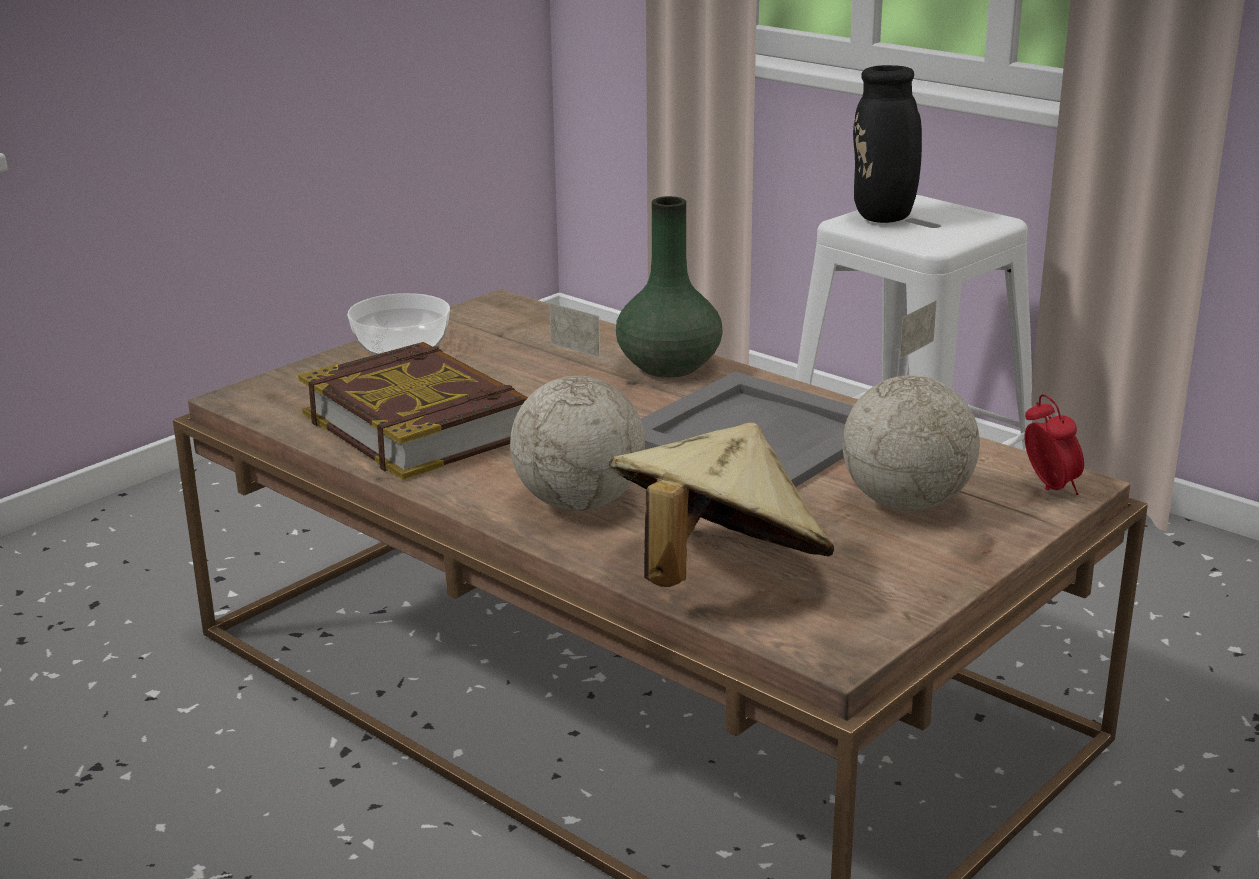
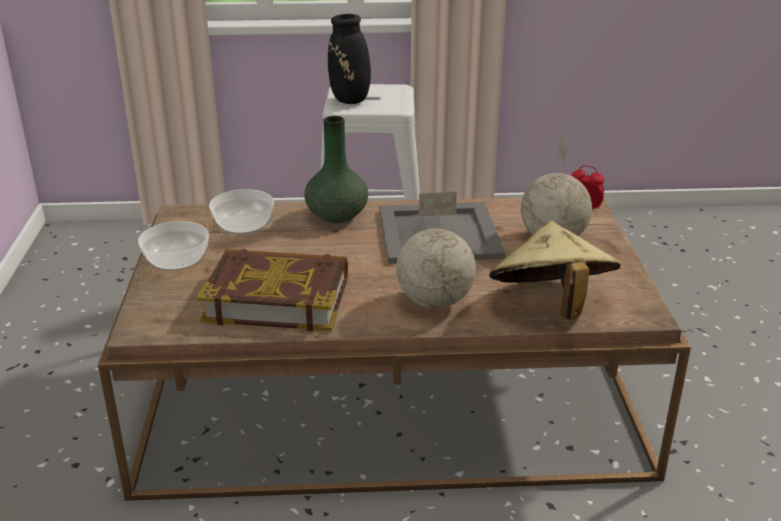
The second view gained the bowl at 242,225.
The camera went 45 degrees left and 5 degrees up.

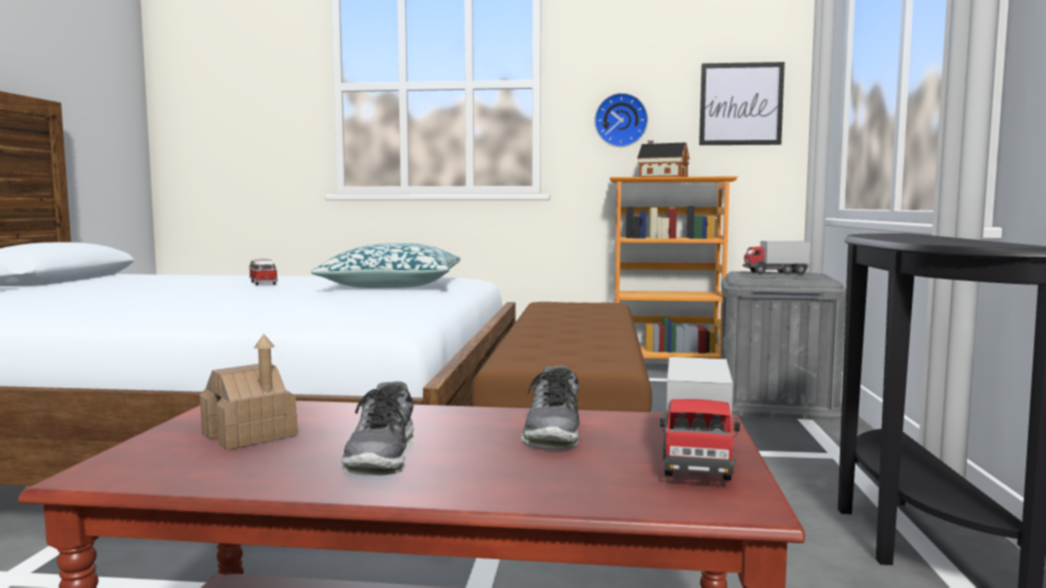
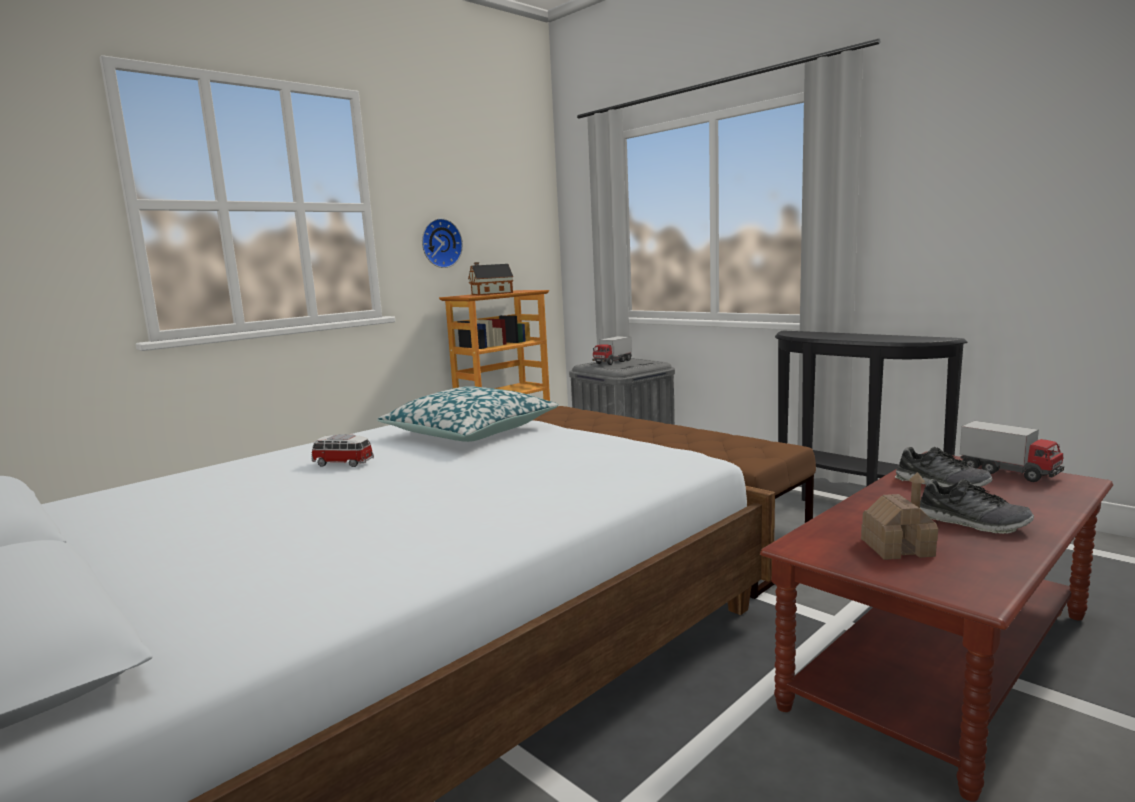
The second view lost the picture at 741,104.
The camera went 50 degrees left and 5 degrees up.

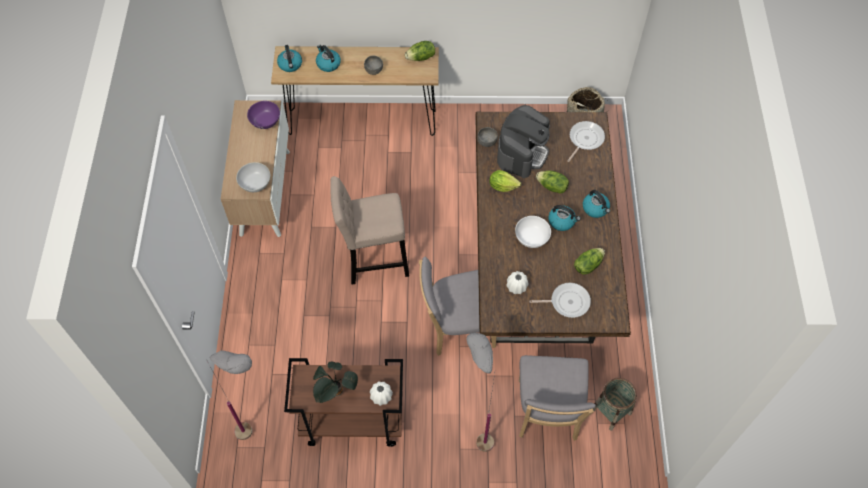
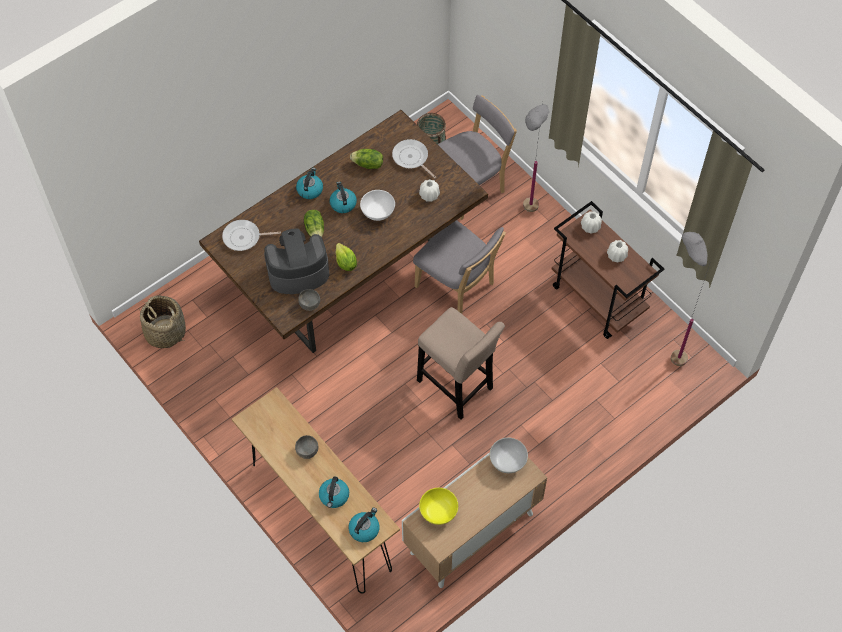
The second view lost the lettuce at 421,57.
What was the purple bowl at 265,122 turned into the yellow bowl at 438,512.
Where the potted plant stood at 335,392, the white vase came to stand at 616,256.
The camera went 130 degrees left and 0 degrees up.

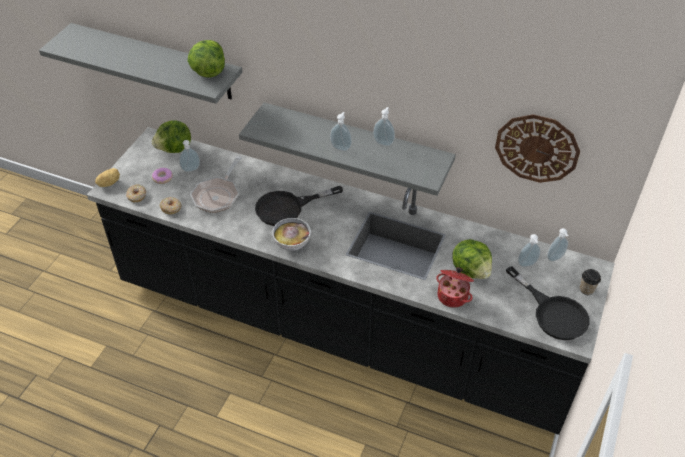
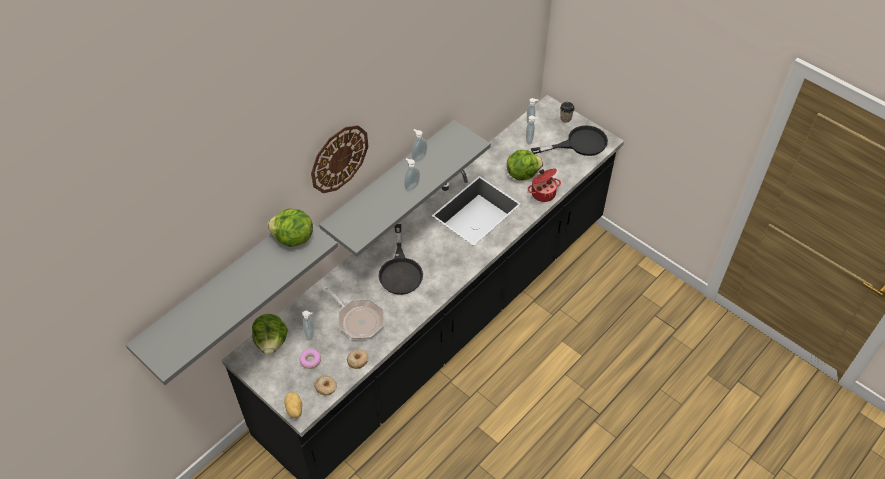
The wall clock ended up elsewhere, having gone from 537,148 to 339,158.
The second view lost the bowl at 292,244.
The camera went 70 degrees left and 5 degrees up.

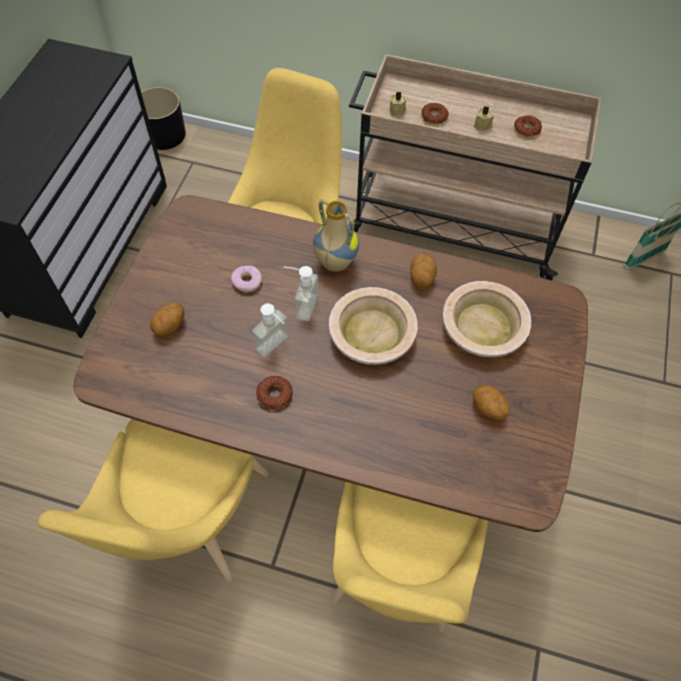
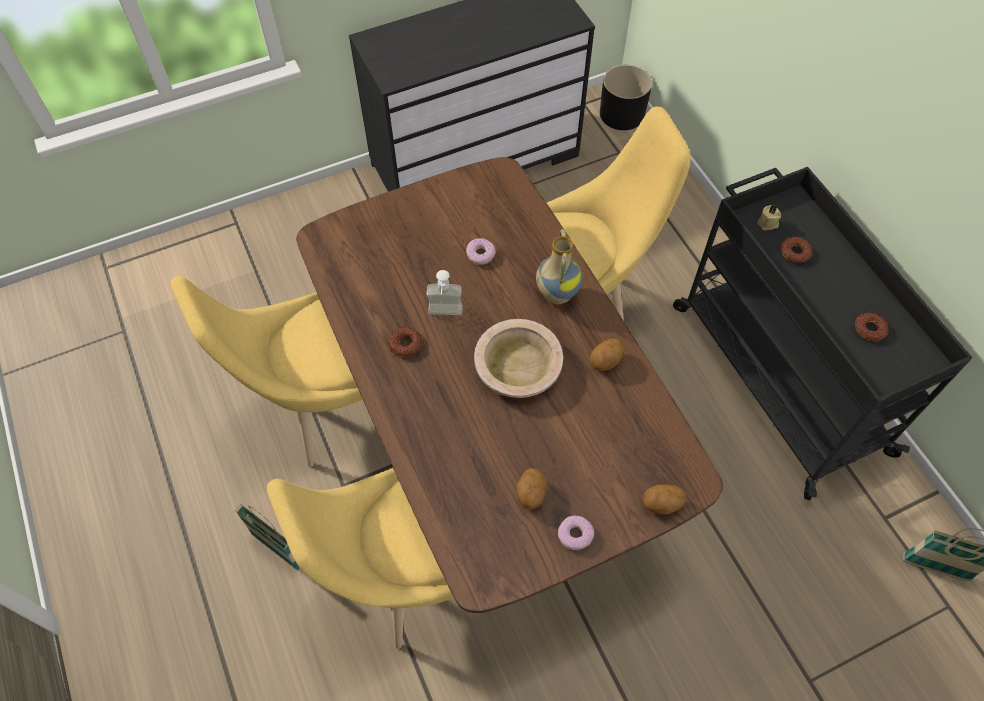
What was the beige cart at 451,225 turned into the black cart at 777,376.
The second view lost the beige candle at 483,125.
The second view lost the soap dispenser at 300,305.
The second view lost the beige bowl at 483,327.
The potato ended up elsewhere, having gone from 170,326 to 661,505.
The second view gained the basket at 278,550.
The second view gained the donut at 575,534.
The camera went 50 degrees right and 0 degrees up.

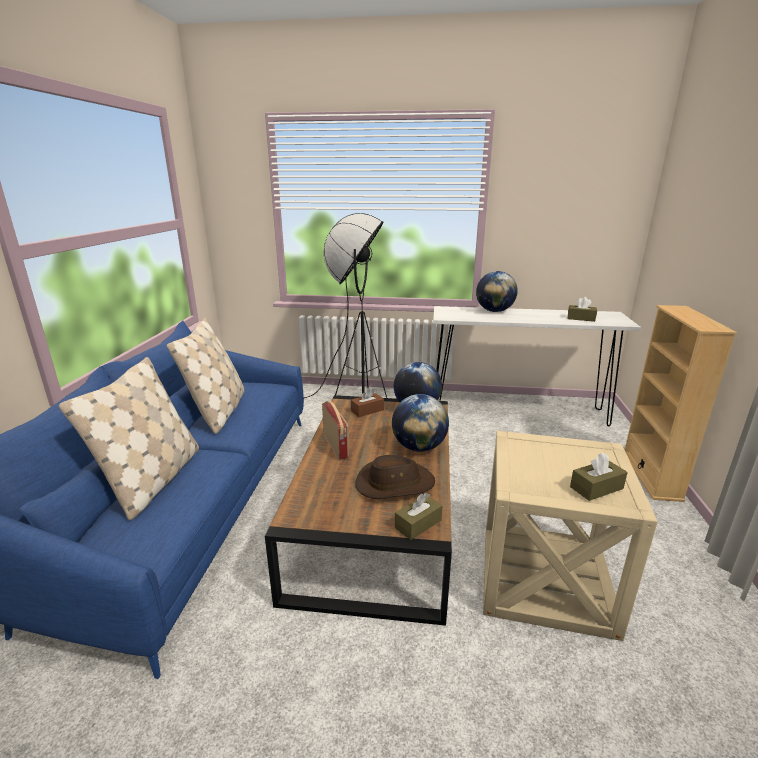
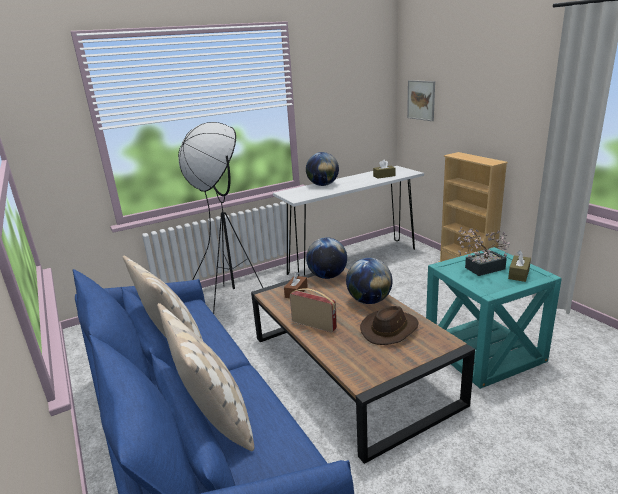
What was the beige side table at 545,578 turned into the turquoise side table at 484,352.
The second view lost the brown tissue box at 418,524.
The second view gained the picture at 421,100.
The second view gained the potted plant at 480,269.
The camera went 35 degrees left and 0 degrees up.

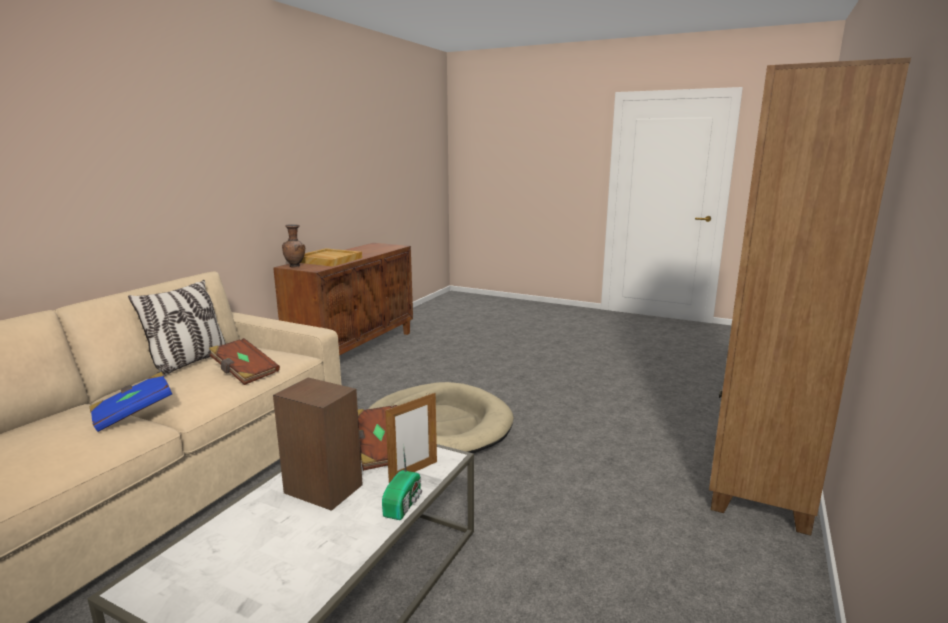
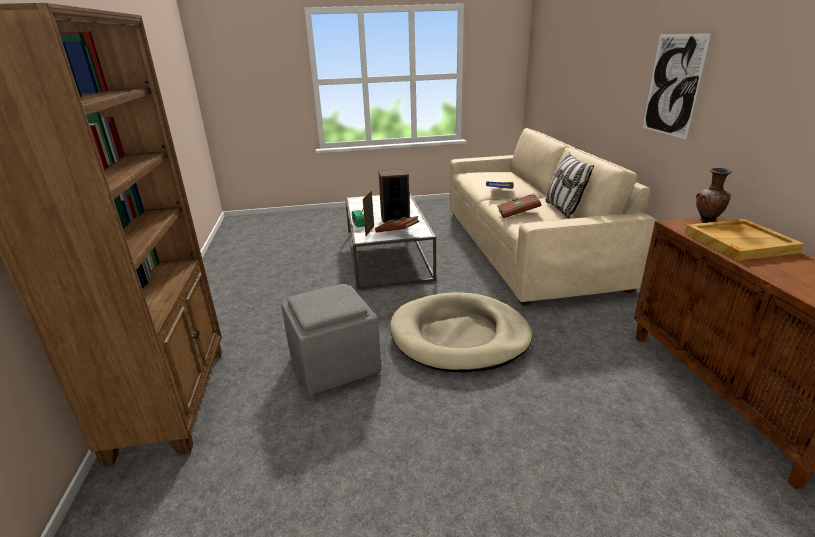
The second view gained the picture at 673,85.
The second view gained the grey ottoman at 333,364.
The camera went 145 degrees right and 10 degrees up.

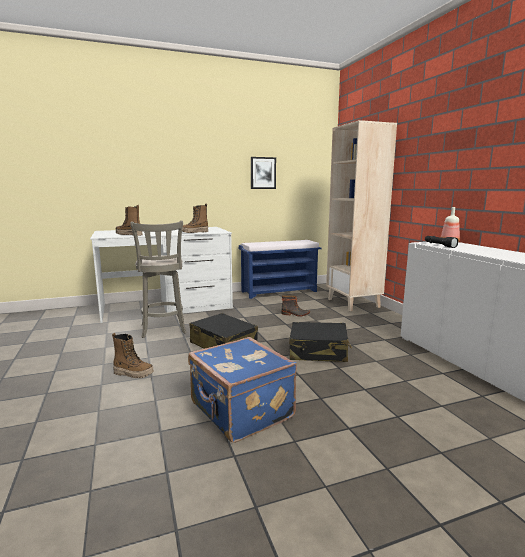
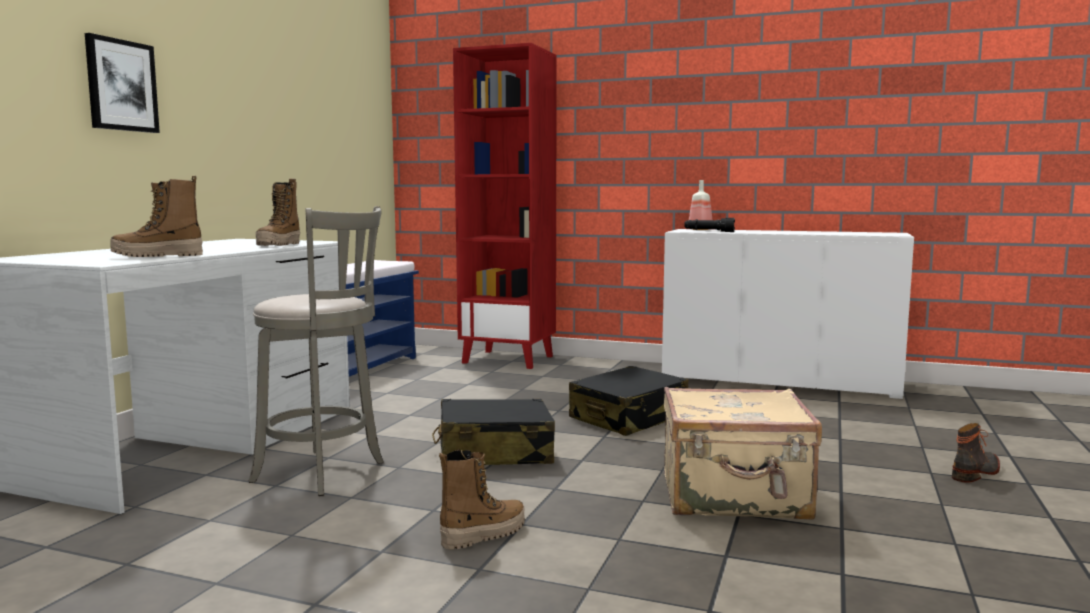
What was the beige bookcase at 353,303 turned into the red bookcase at 509,359.
The picture ended up elsewhere, having gone from 263,173 to 121,85.
The boot ended up elsewhere, having gone from 295,314 to 976,472.
What was the blue suitcase at 240,411 turned into the beige suitcase at 734,497.
The camera went 50 degrees left and 5 degrees down.

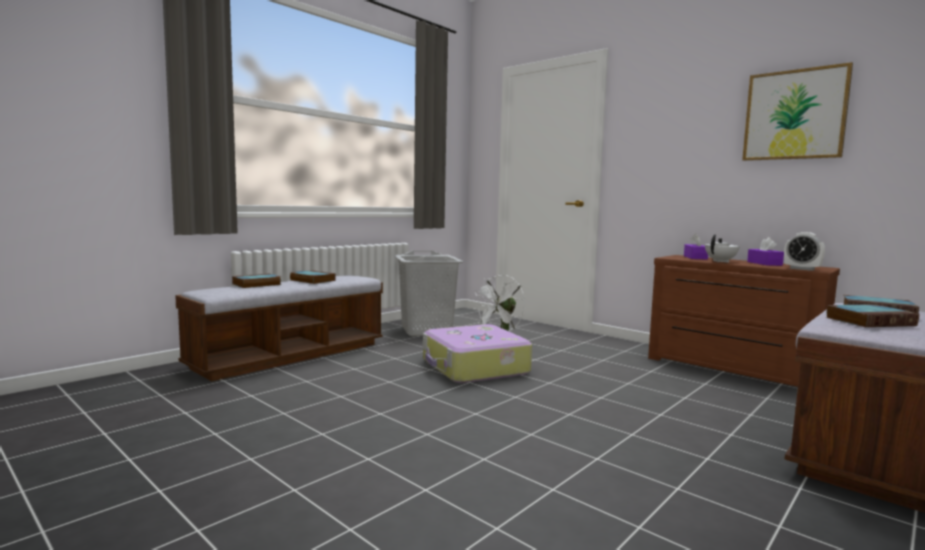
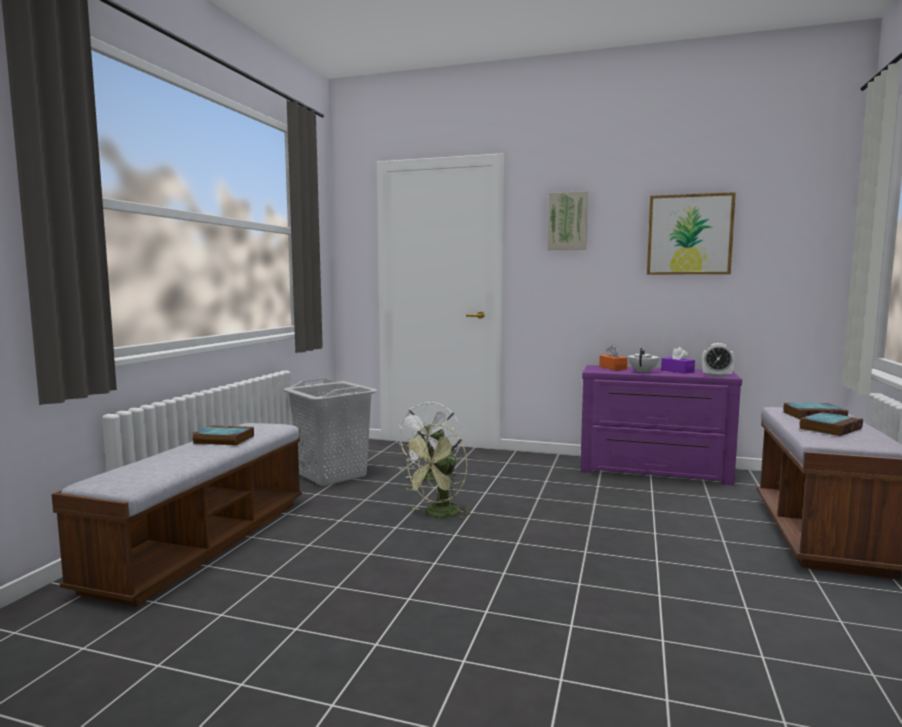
What was the purple tissue box at 695,257 turned into the orange tissue box at 612,368.
What was the brown dresser at 730,369 turned into the purple dresser at 654,471.
The second view lost the book at 256,284.
Where the suitcase stood at 474,367, the green fan came to stand at 438,515.
The second view gained the picture at 567,221.
The camera went 25 degrees left and 0 degrees up.

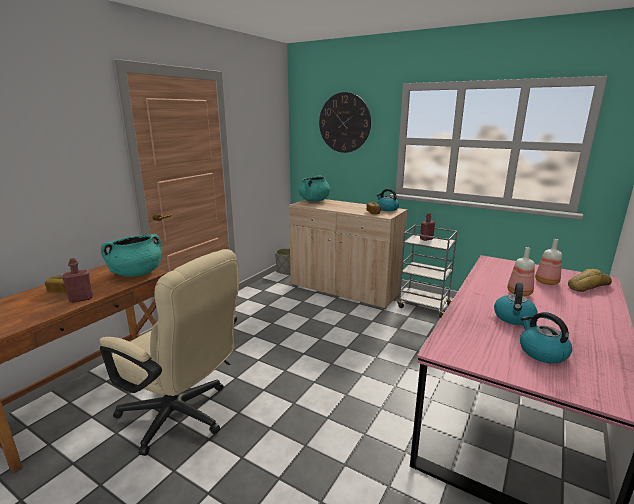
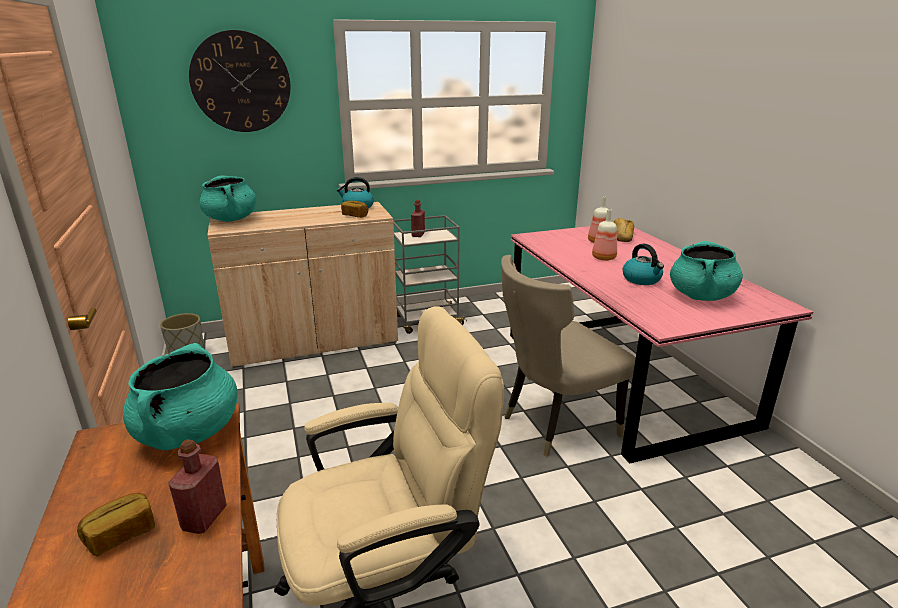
Where the kettle stood at 542,352, the turquoise cooking pot came to stand at 701,296.
The second view gained the beige chair at 555,424.
The camera went 50 degrees left and 5 degrees up.

